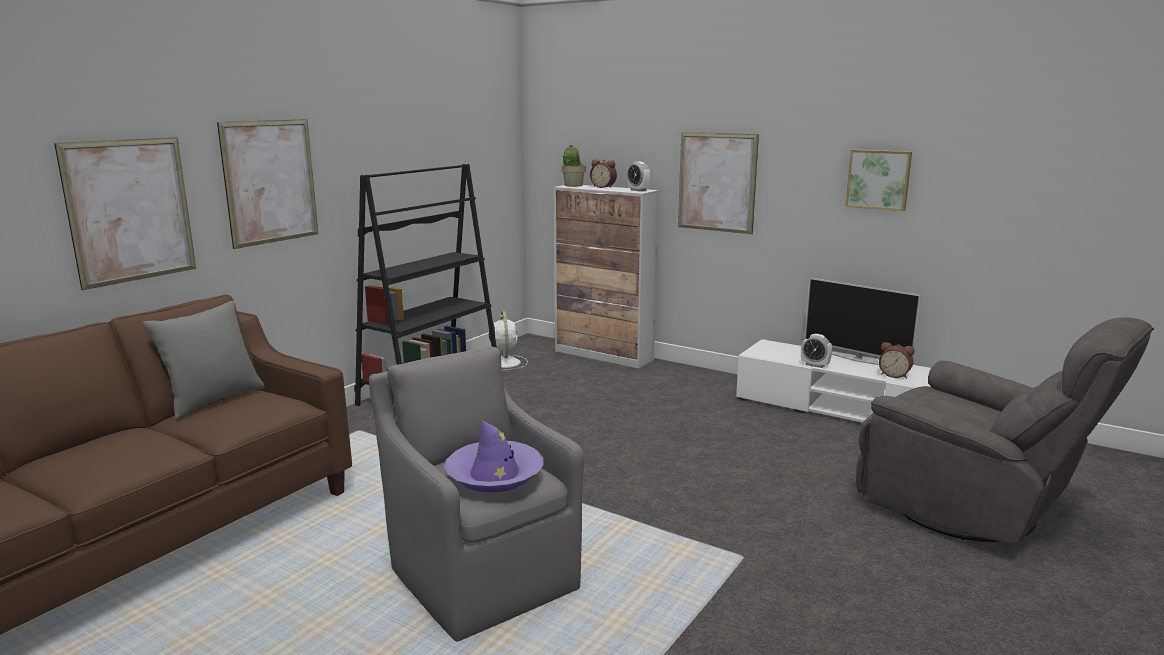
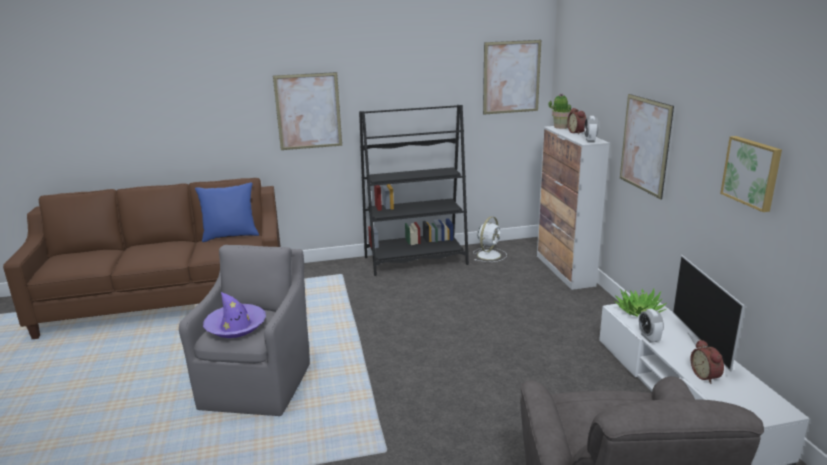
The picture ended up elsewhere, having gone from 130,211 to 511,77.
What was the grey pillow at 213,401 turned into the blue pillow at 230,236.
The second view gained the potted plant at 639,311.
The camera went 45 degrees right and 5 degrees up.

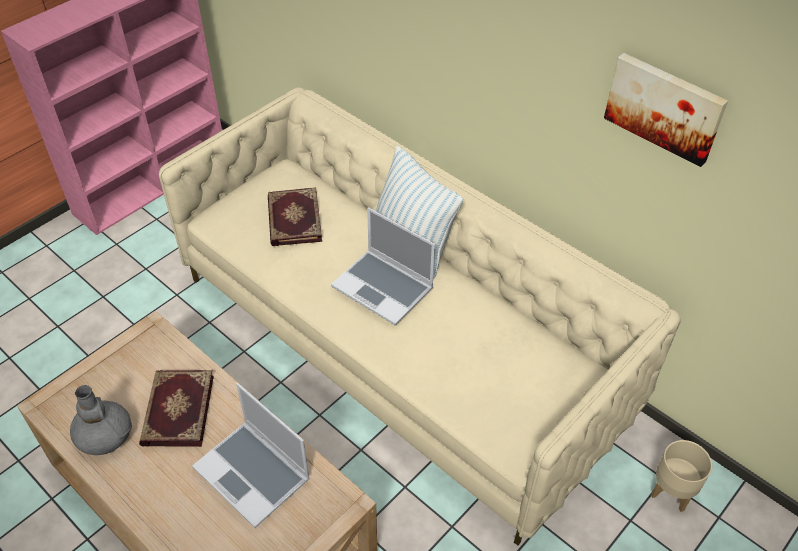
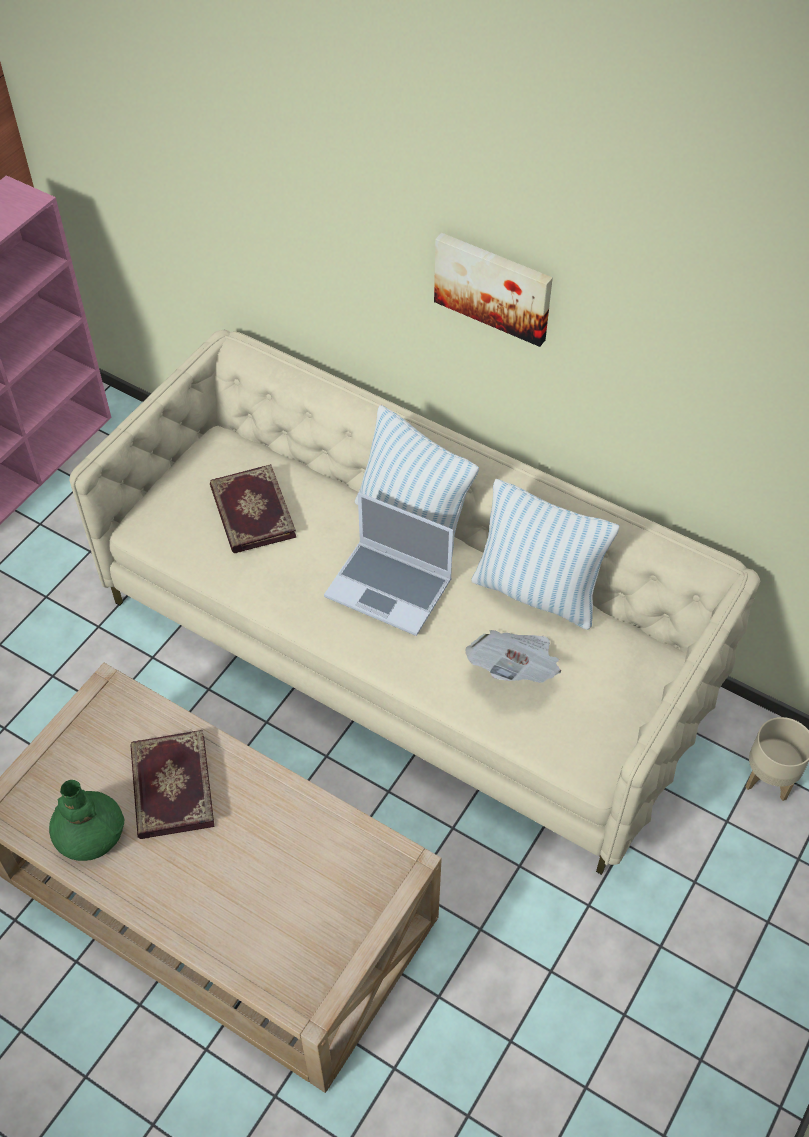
The picture ended up elsewhere, having gone from 665,107 to 494,286.
The second view lost the laptop at 254,474.
What was the grey vase at 104,436 turned into the green vase at 90,834.
The second view gained the pillow at 537,592.
The second view gained the newspaper at 514,669.
The camera went 10 degrees left and 5 degrees up.

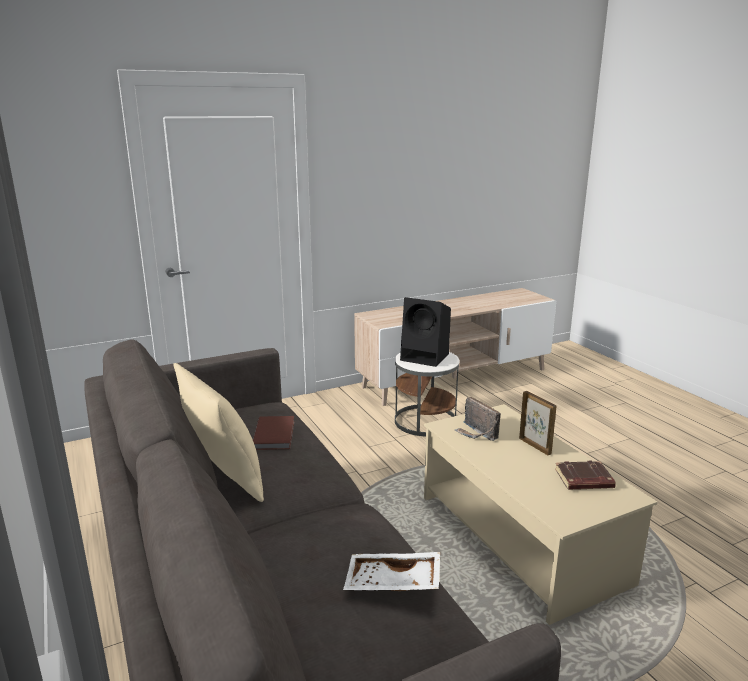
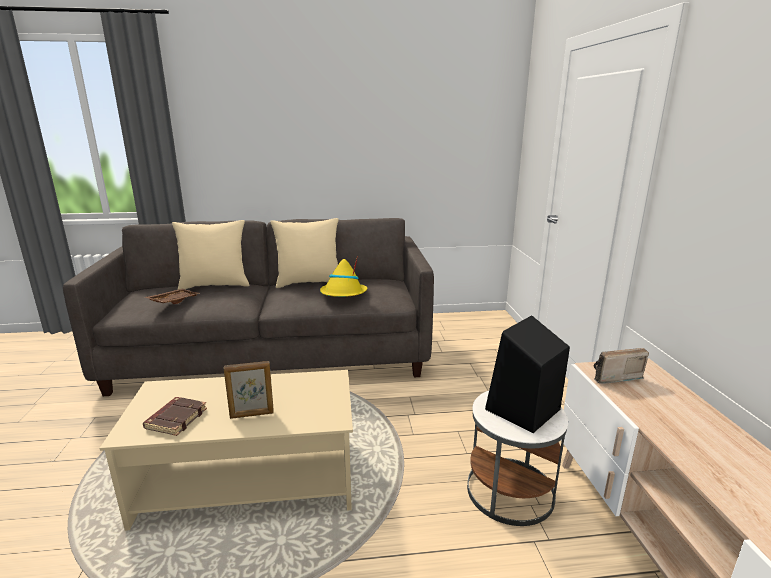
The radio ended up elsewhere, having gone from 476,433 to 612,376.
Where the brown book stood at 275,434, the yellow hat came to stand at 343,294.
What was the white tray at 392,583 turned into the brown tray at 173,301.
The second view gained the beige pillow at 215,285.
The camera went 110 degrees right and 0 degrees up.

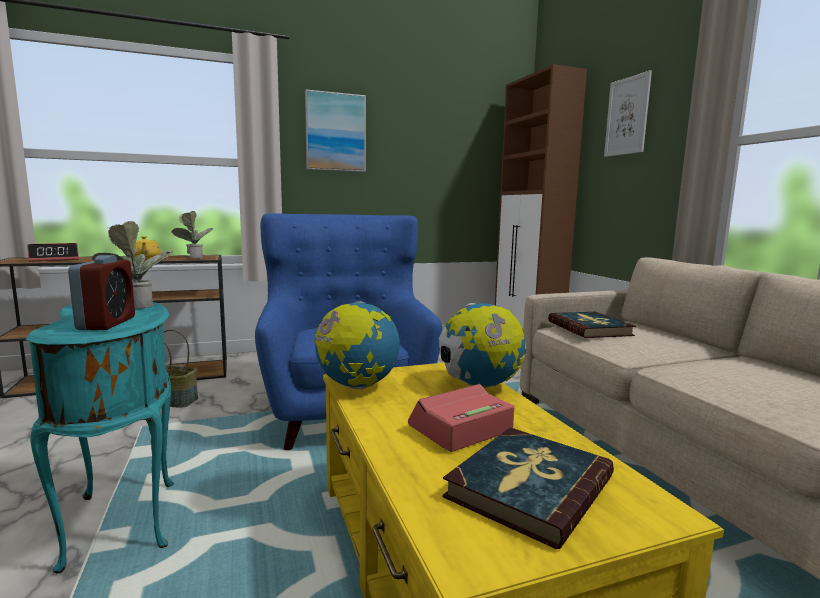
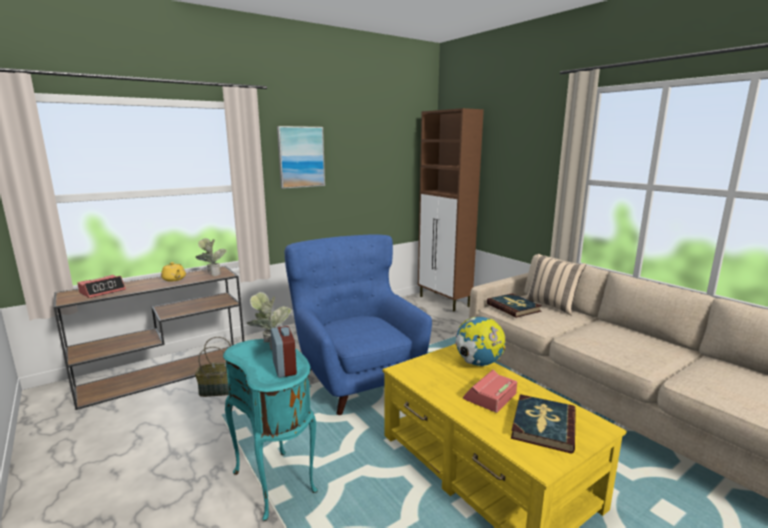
The second view lost the picture at 627,116.
The second view lost the globe at 357,386.
The second view gained the beige pillow at 551,306.
The camera went 15 degrees left and 5 degrees up.

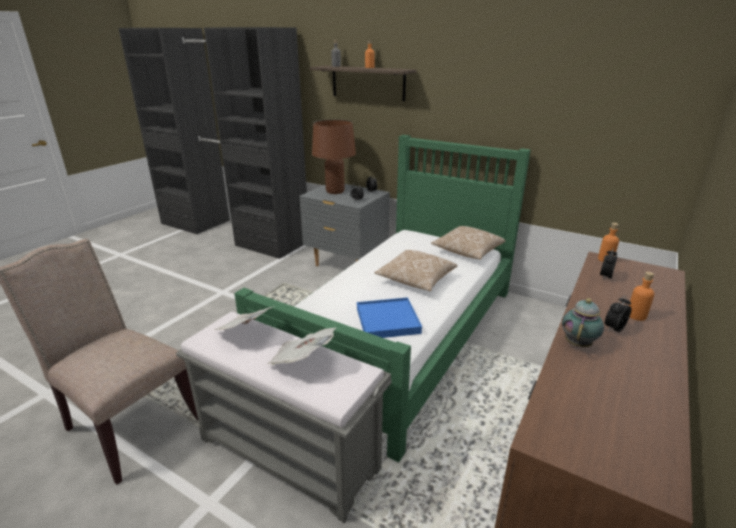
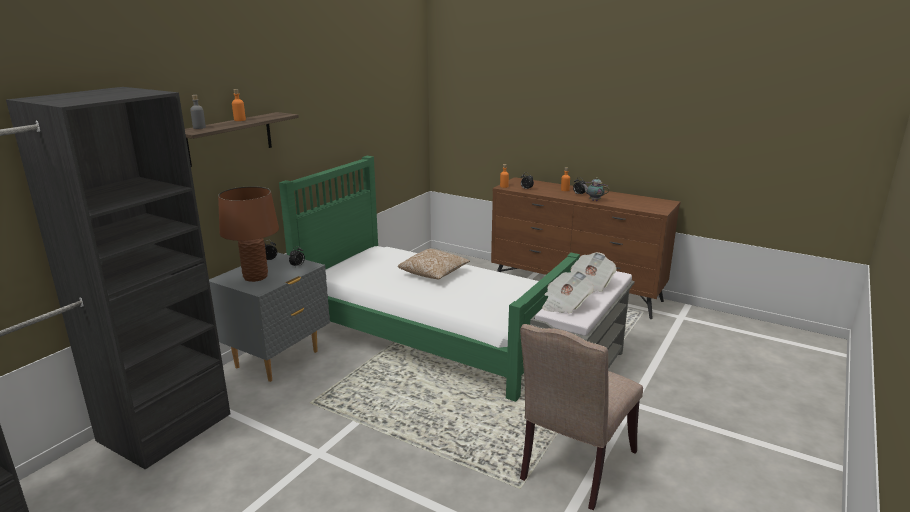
The second view lost the pillow at 467,252.
The second view lost the blue tray at 388,321.
The camera went 90 degrees left and 5 degrees down.

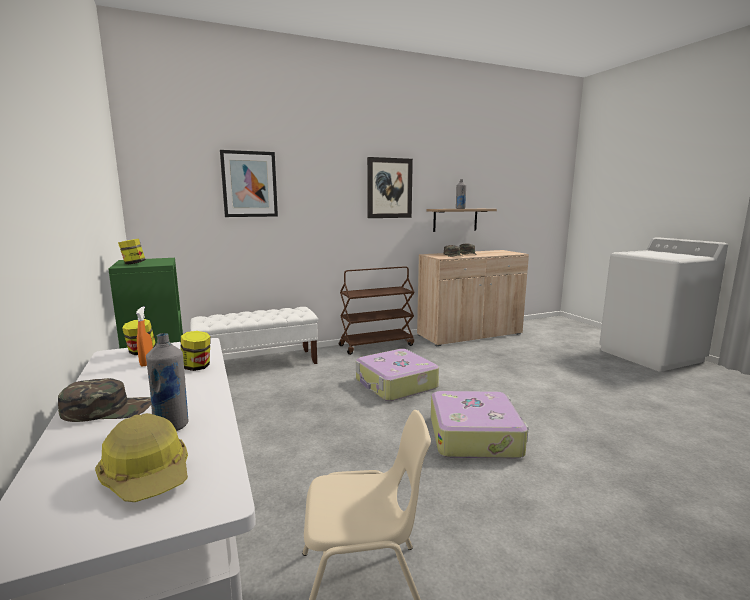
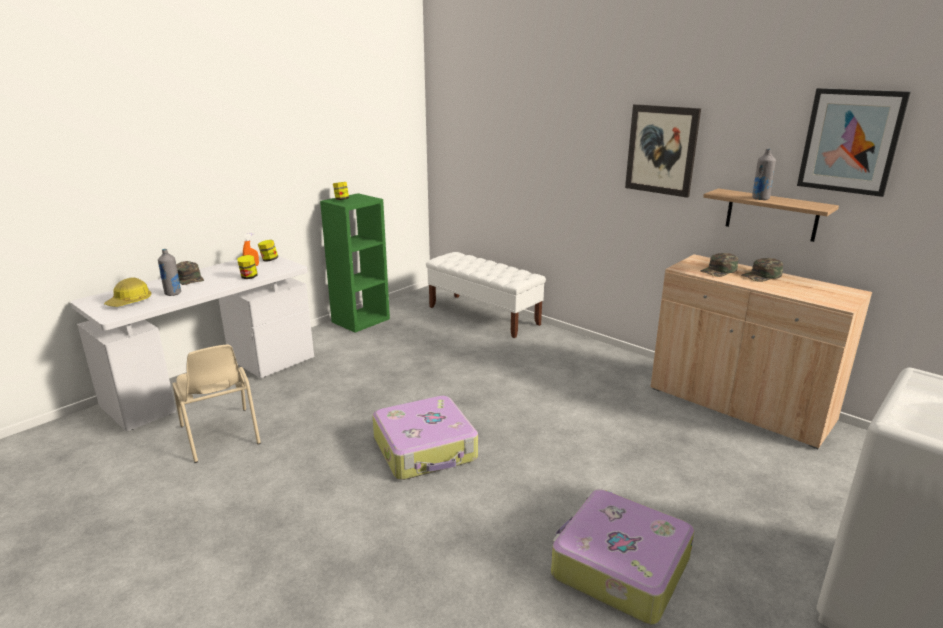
The picture ended up elsewhere, having gone from 249,184 to 850,141.
The second view lost the brown cart at 376,345.
The suitcase ended up elsewhere, having gone from 395,384 to 618,567.
The camera went 65 degrees right and 10 degrees up.

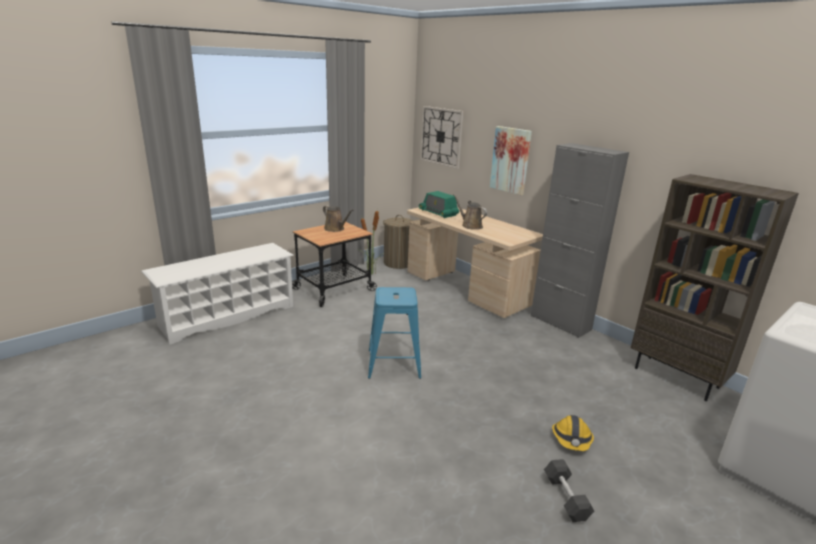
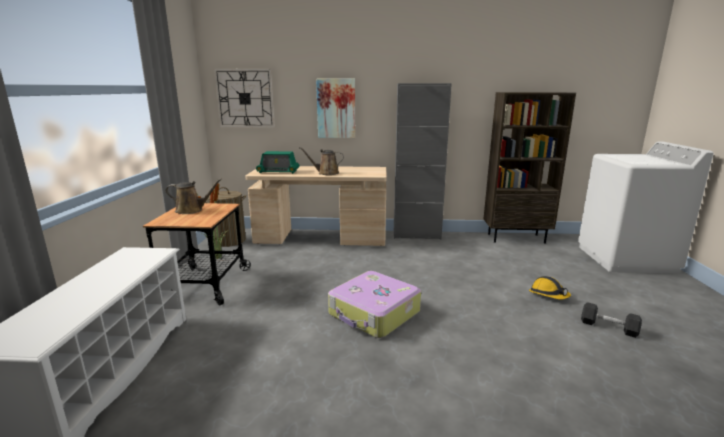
Where the blue stool stood at 393,363, the suitcase came to stand at 374,314.
The camera went 45 degrees left and 5 degrees down.

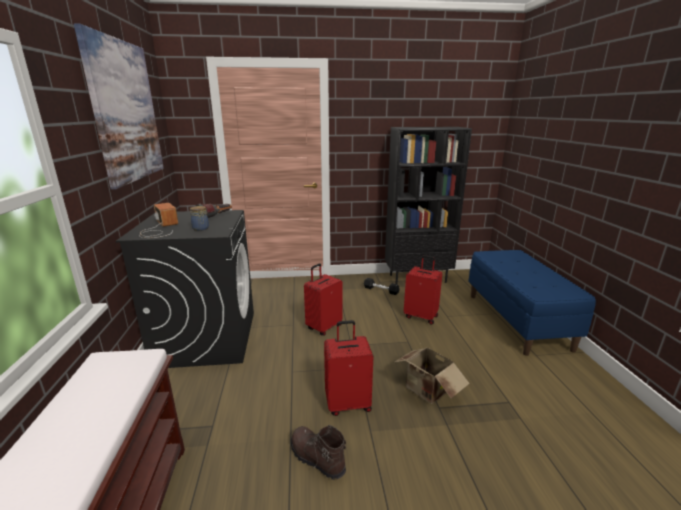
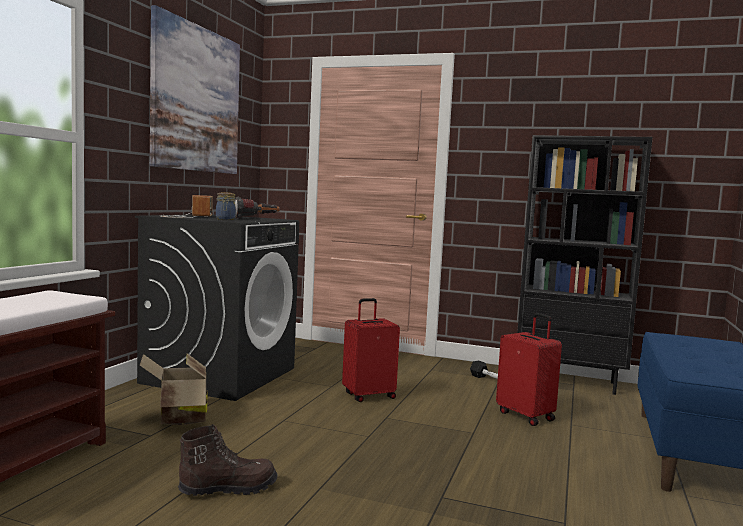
The second view lost the red suitcase at 348,403.
The cardboard box ended up elsewhere, having gone from 426,391 to 178,418.
The brown boot at 316,459 ended up facing another way, 90 degrees clockwise from before.
The camera went 25 degrees right and 15 degrees down.

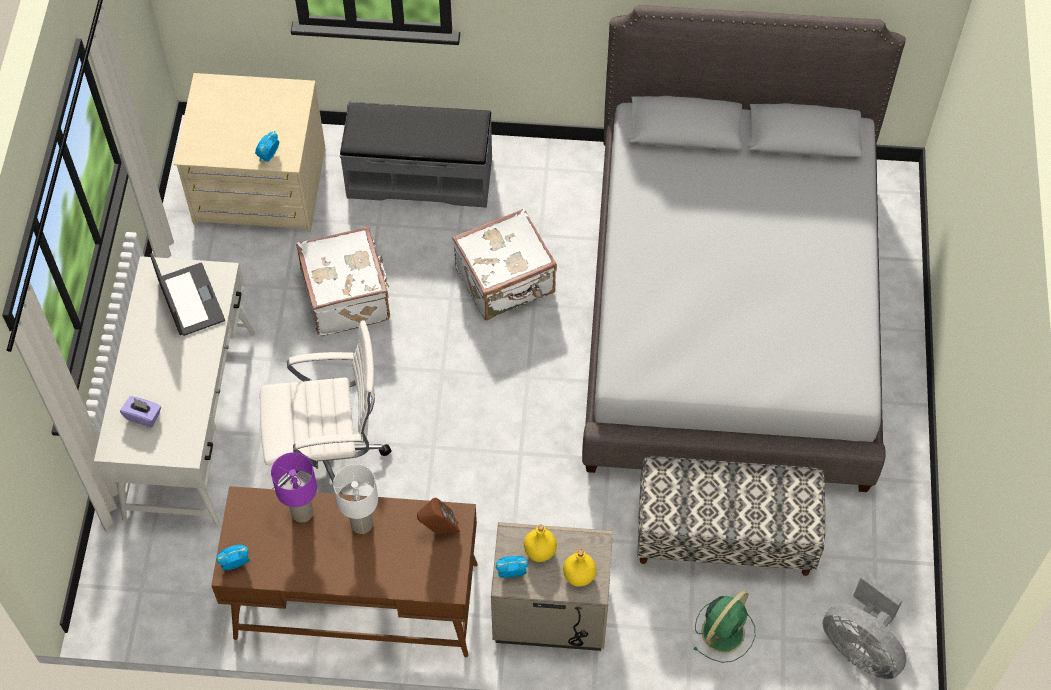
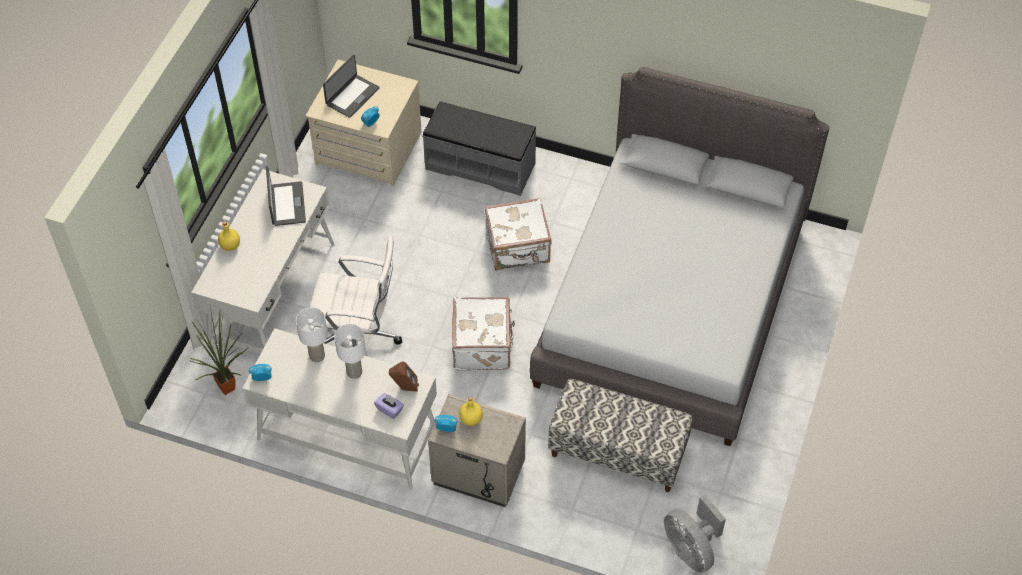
The white suitcase ended up elsewhere, having gone from 347,296 to 483,345.
The purple tissue box ended up elsewhere, having gone from 143,416 to 389,409.
What was the purple table lamp at 301,513 turned into the white table lamp at 316,356.
What was the brown desk at 356,599 turned into the white desk at 347,433.
The yellow bottle ended up elsewhere, having gone from 578,575 to 230,245.
The second view lost the green fan at 724,631.
The second view gained the laptop at 352,96.
The second view gained the potted plant at 230,387.
The camera went 15 degrees right and 5 degrees down.

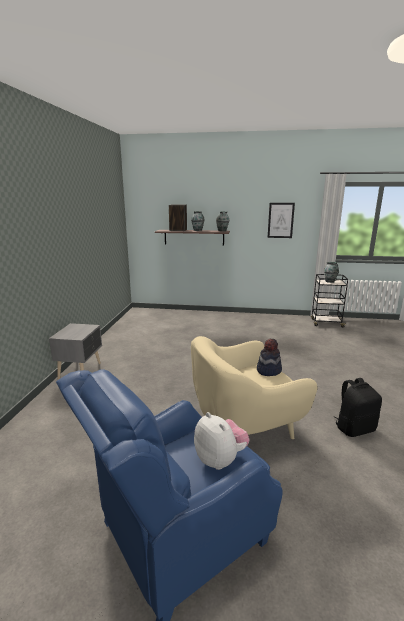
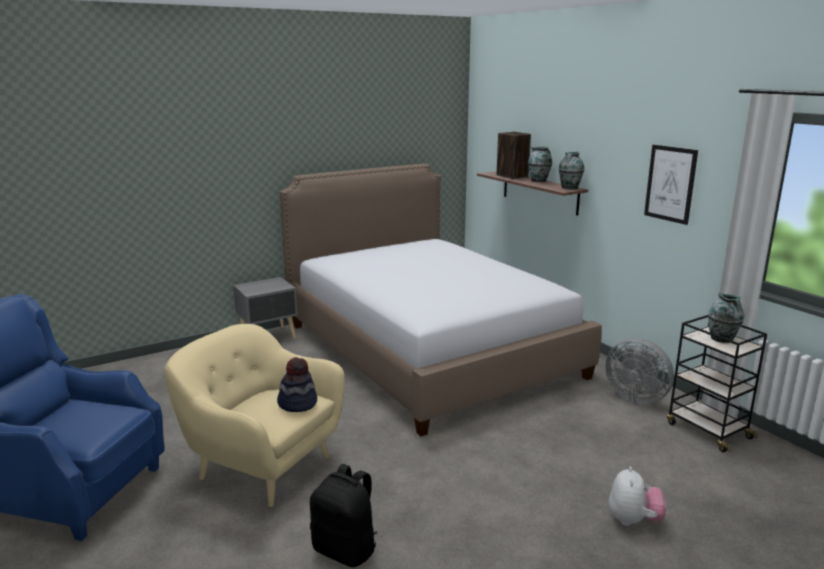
The plush toy ended up elsewhere, having gone from 220,459 to 633,520.
The second view gained the bed at 428,349.
The second view gained the grey fan at 636,397.
The camera went 50 degrees right and 0 degrees up.

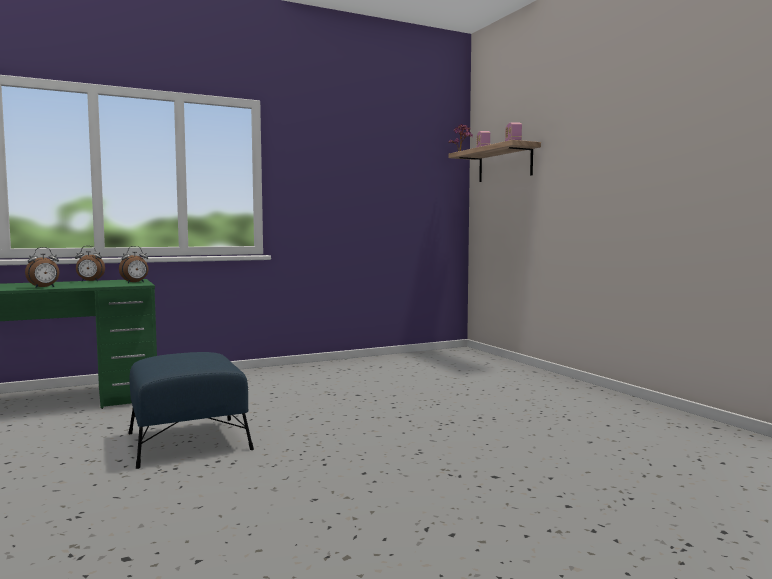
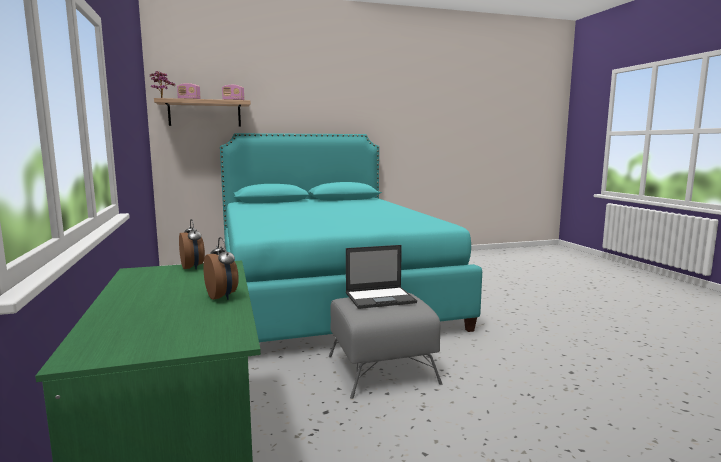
The second view lost the alarm clock at 90,281.
What was the blue ottoman at 188,441 turned into the grey ottoman at 383,369.
The second view gained the turquoise bed at 326,293.
The second view gained the laptop at 381,298.
The camera went 80 degrees left and 5 degrees up.

